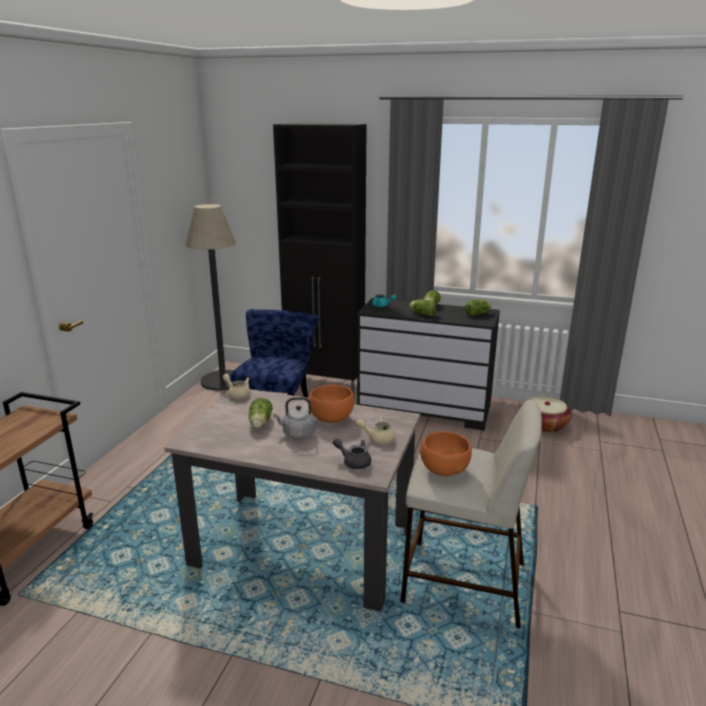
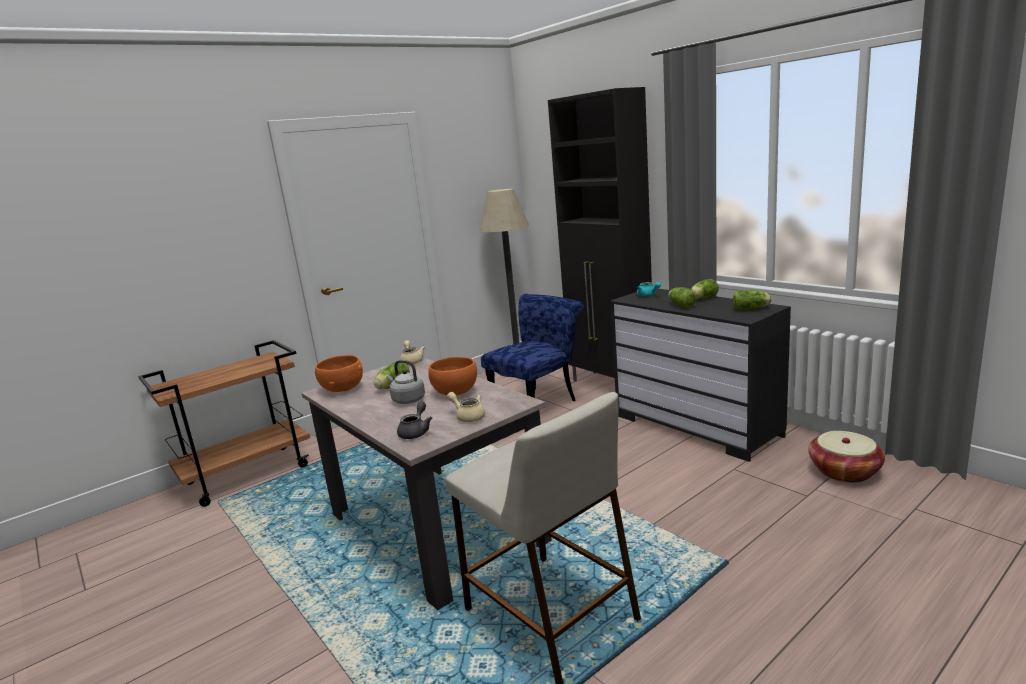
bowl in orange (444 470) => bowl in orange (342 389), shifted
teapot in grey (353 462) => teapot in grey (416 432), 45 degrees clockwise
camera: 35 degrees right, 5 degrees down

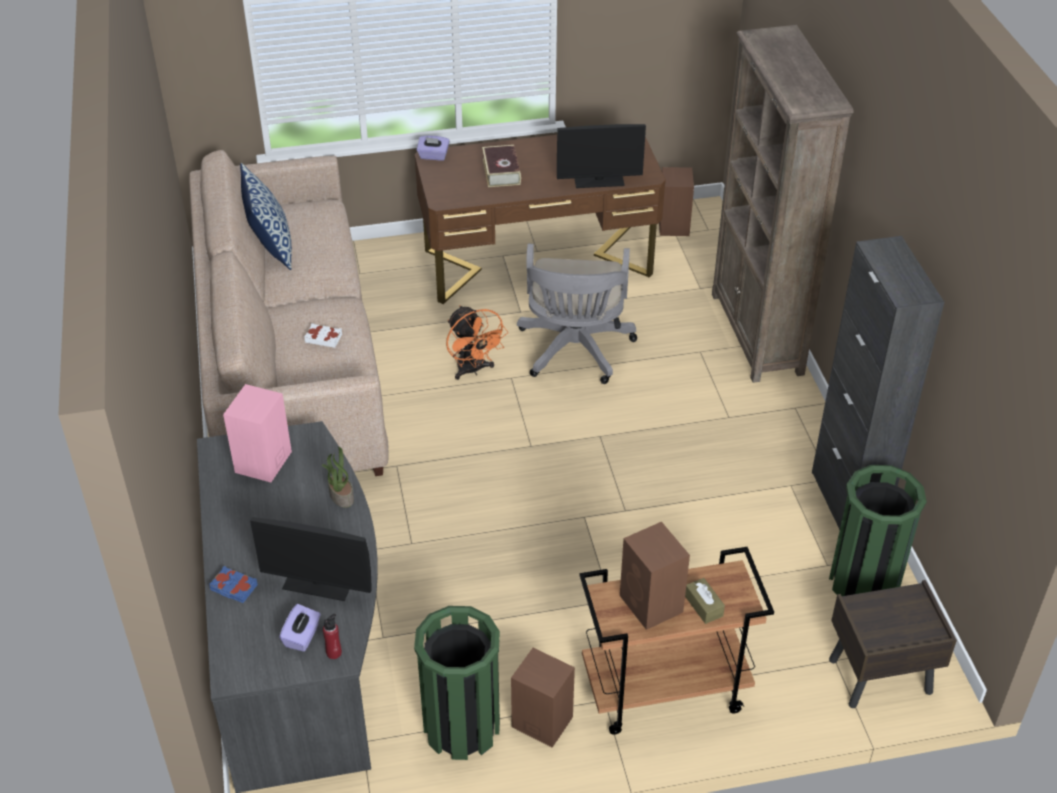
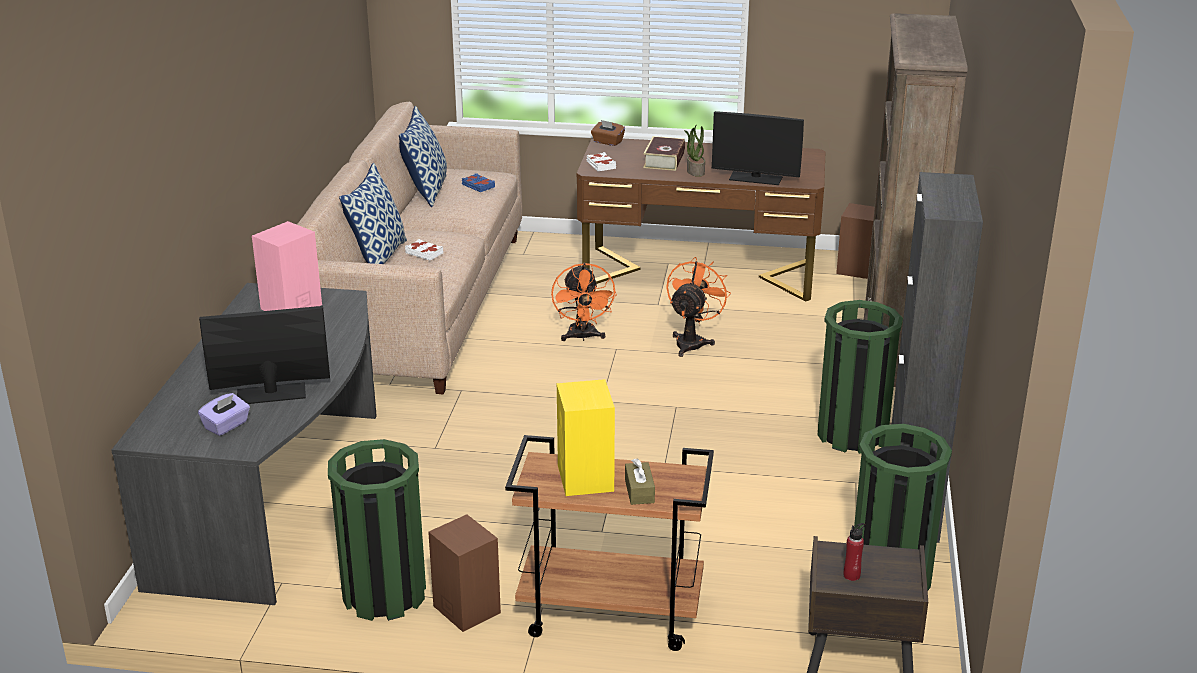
nothing => pillow (377 257)
nothing => book in white (600 165)
nothing => trash can in green (852 434)
book in blue (233 588) => book in blue (478 186), shifted
potted plant (341 496) => potted plant (695 171), shifted
bottle in red (334 653) => bottle in red (851 575), shifted
office chair in grey (574 352) => fan in orange (692 341)
tissue box in purple (433 156) => tissue box in brown (607 142)
speaker in brown (652 605) => speaker in yellow (585 479)
monitor (318 583) => monitor (271 394), 135 degrees clockwise
camera: 20 degrees right, 15 degrees down

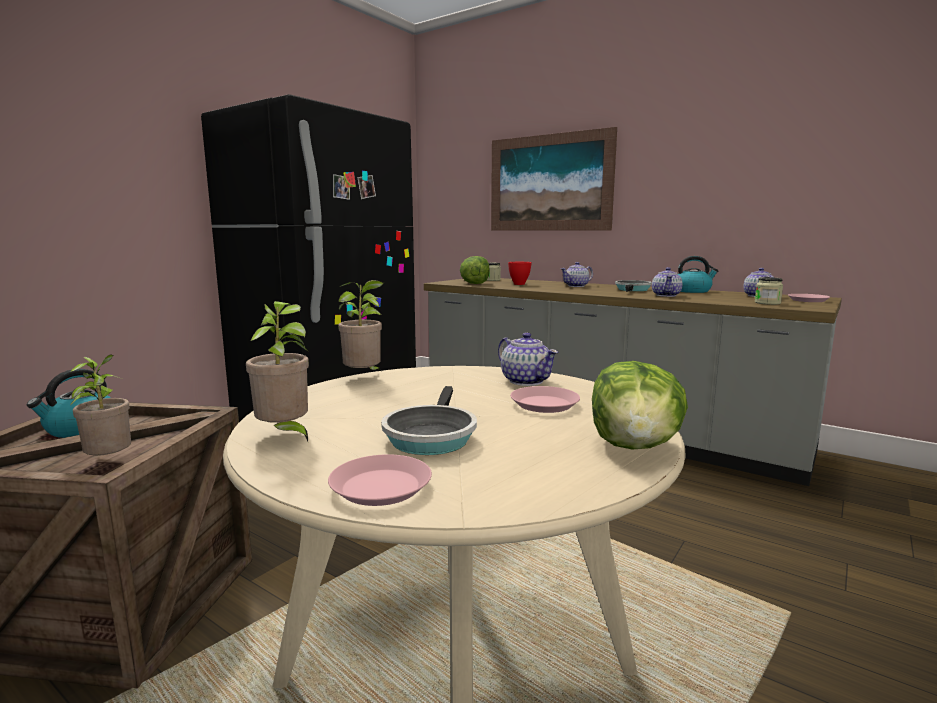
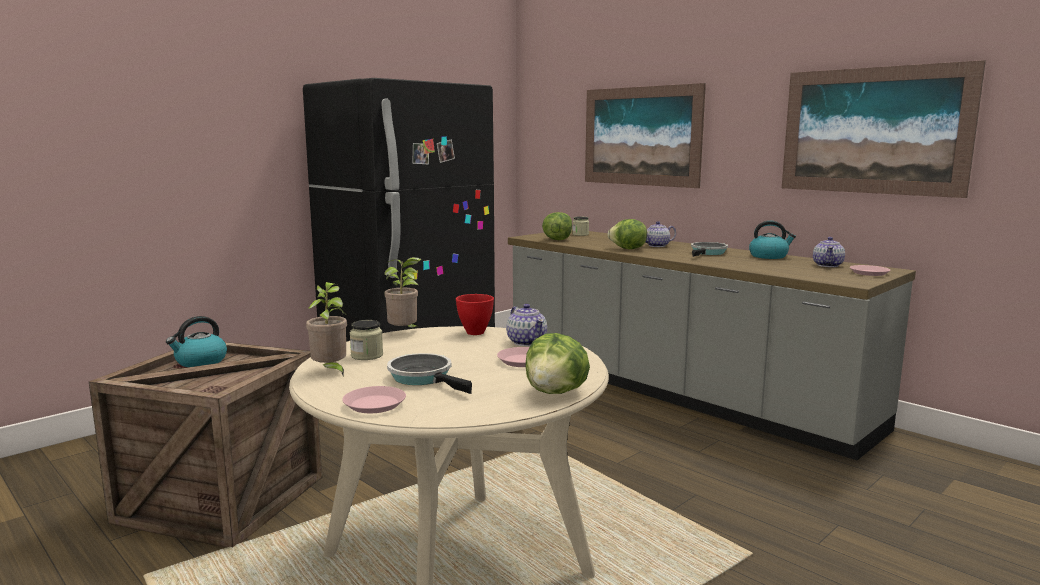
potted plant (109 462) => nothing
teapot (666 295) => nothing
nothing => lettuce (628 249)
nothing => picture (873 131)
bowl in red (519 284) => bowl in red (476 332), shifted
jar (767 303) => jar (367 355), shifted
frying pan (430 436) => frying pan (424 378), 120 degrees clockwise
camera: 10 degrees right, 0 degrees up

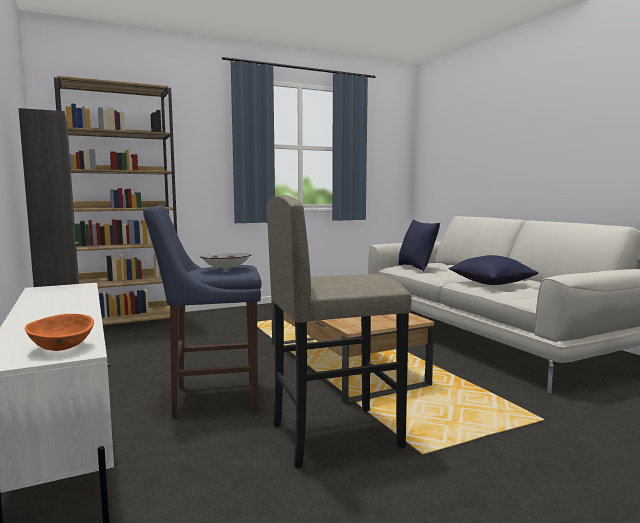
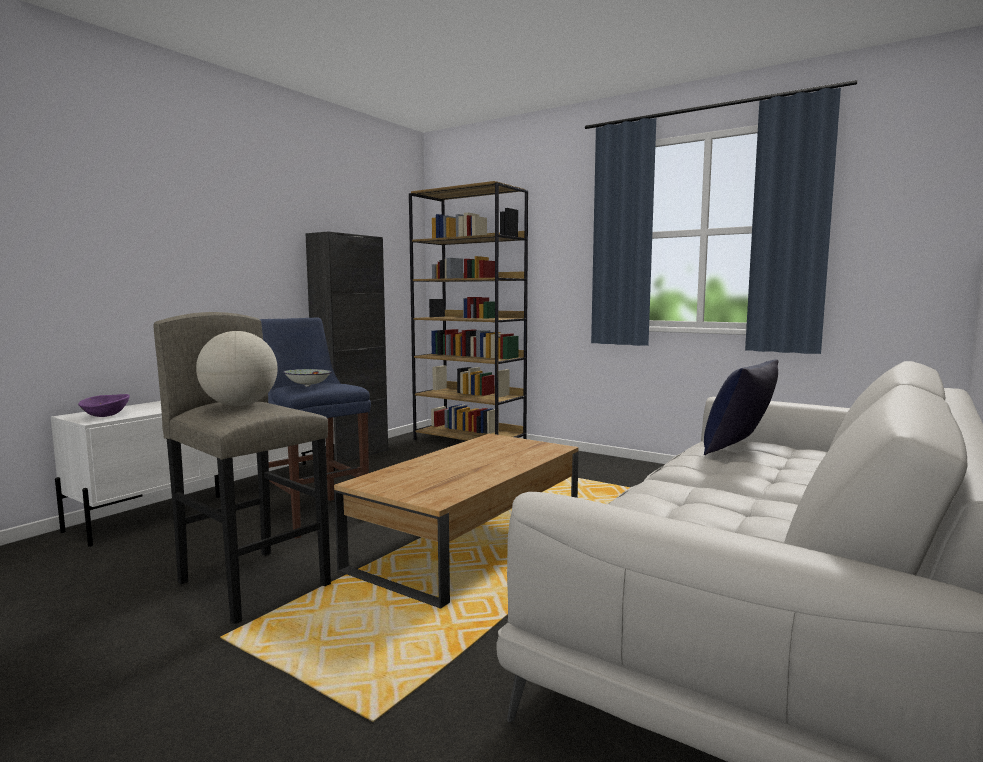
pillow in blue (491 283) => nothing
nothing => globe (239 405)
bowl in orange (62 348) => bowl in purple (106 416)
camera: 60 degrees right, 0 degrees up

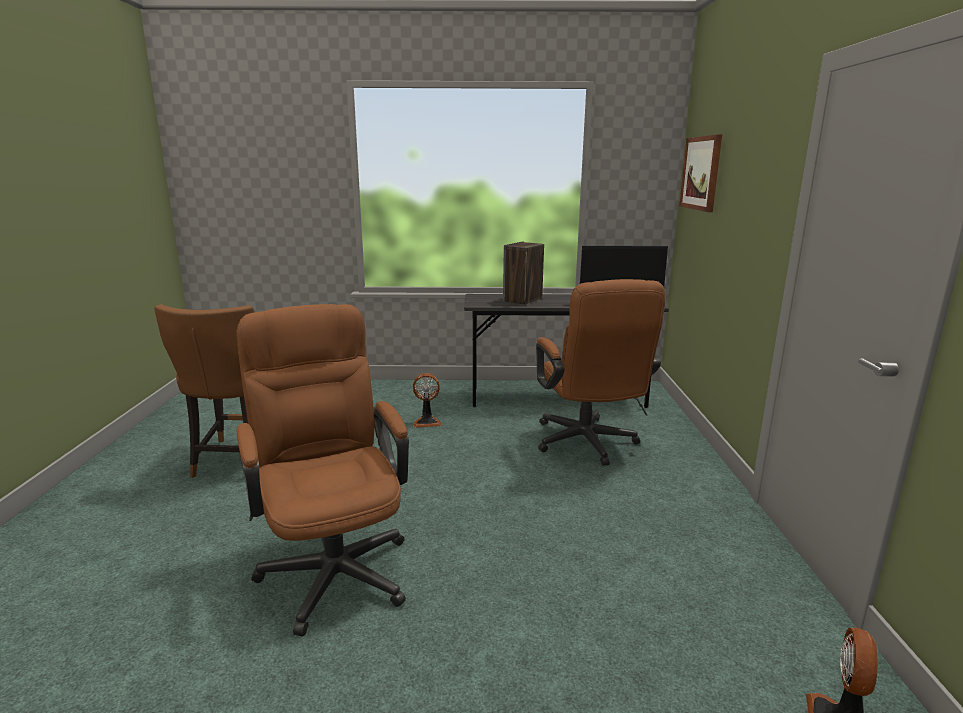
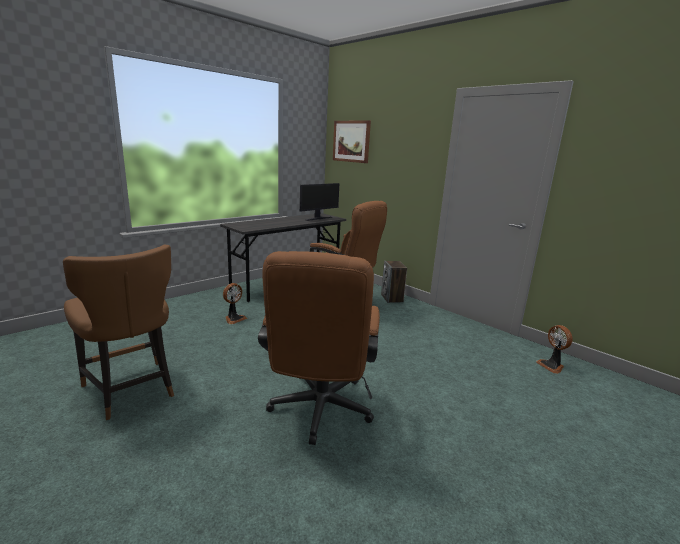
speaker (522 300) => speaker (392 298), shifted
office chair in brown (333 564) => office chair in brown (319 412), 105 degrees counterclockwise
camera: 45 degrees left, 0 degrees up

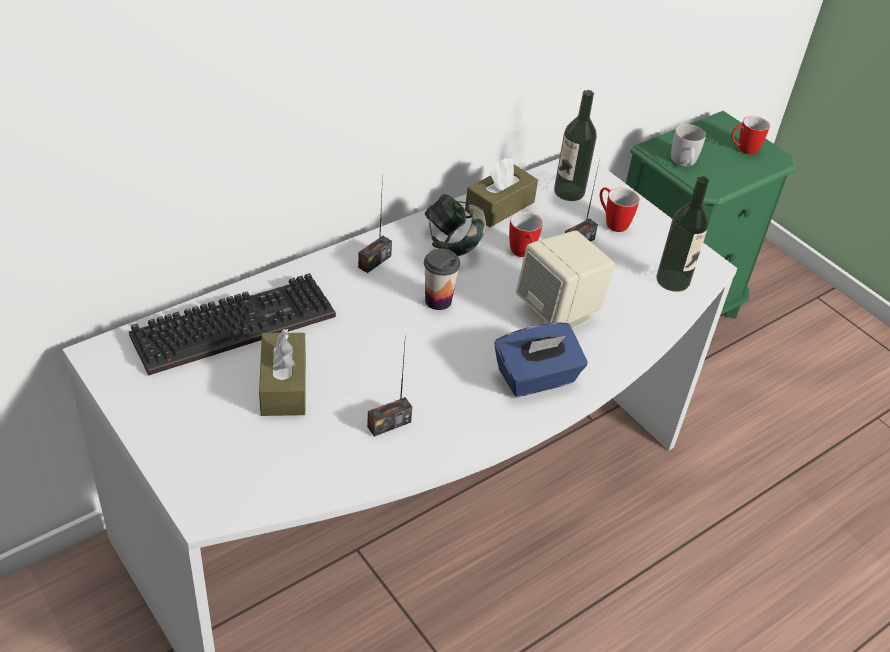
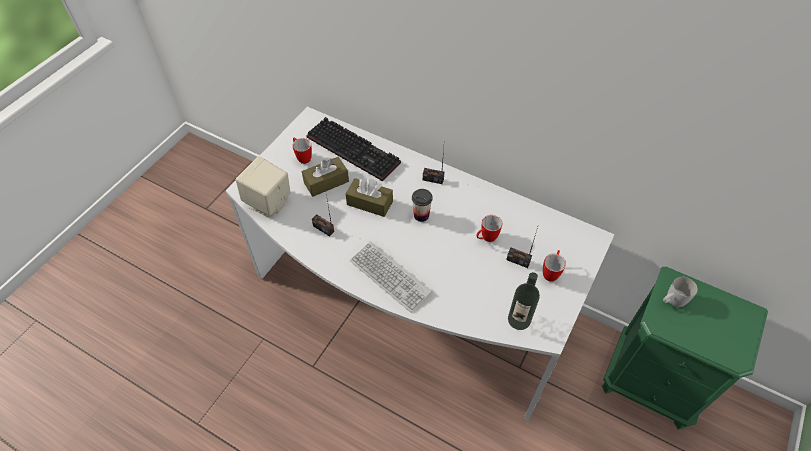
headphones (453 244) => nothing
bottle (569 192) => nothing
tissue box in brown (499 206) => tissue box in brown (370 203), shifted
speaker in beige (558 313) => speaker in beige (269 203), shifted
mug (742 150) => mug (302 157), shifted
tissue box in blue (536 378) => keyboard (390 277)
camera: 70 degrees right, 10 degrees up

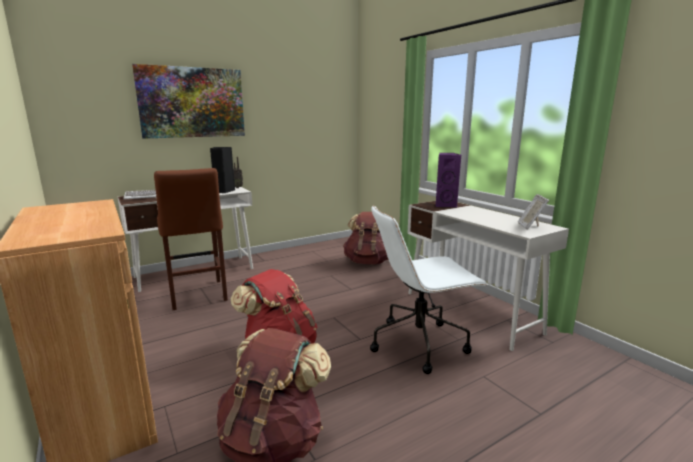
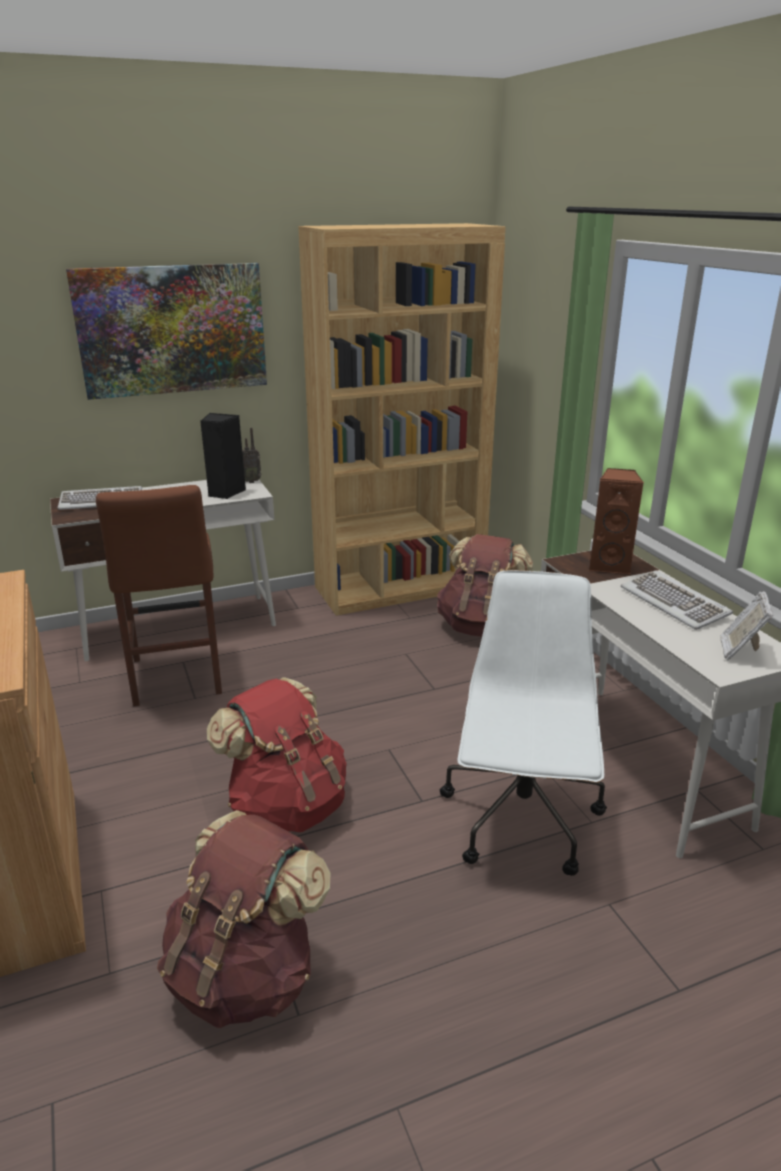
nothing => bookcase in brown (400 588)
nothing => keyboard (675 603)
speaker in purple (445 205) => speaker in brown (610 565)
office chair in white (420 343) => office chair in white (521 821), 105 degrees clockwise
camera: 10 degrees right, 10 degrees up

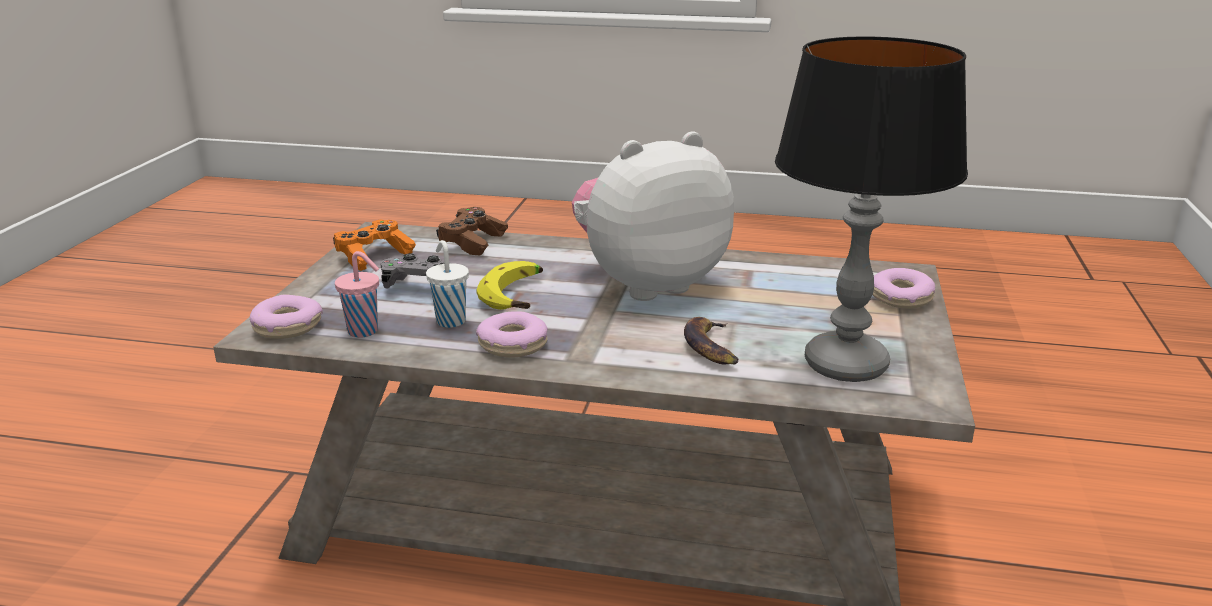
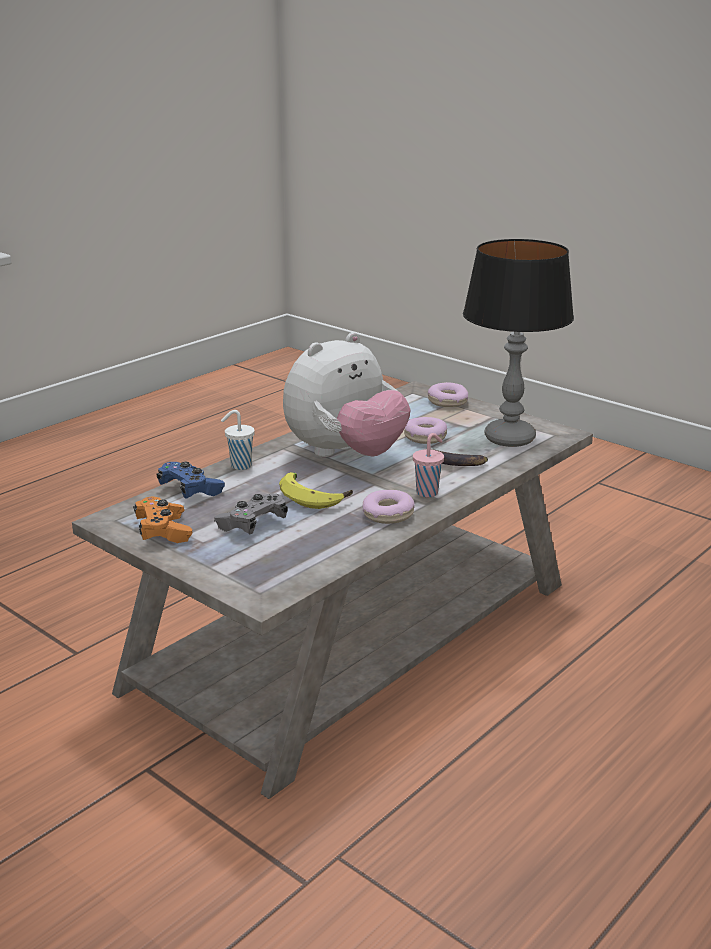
donut (288 327) => donut (425 437), shifted
cup in pink (364 331) => cup in pink (428 492), shifted
cup in white (450 321) => cup in white (239 466), shifted
game controller in brown (473 242) => game controller in blue (190 490)
plush toy (648 284) => plush toy (345 455), 135 degrees counterclockwise
camera: 60 degrees left, 0 degrees up

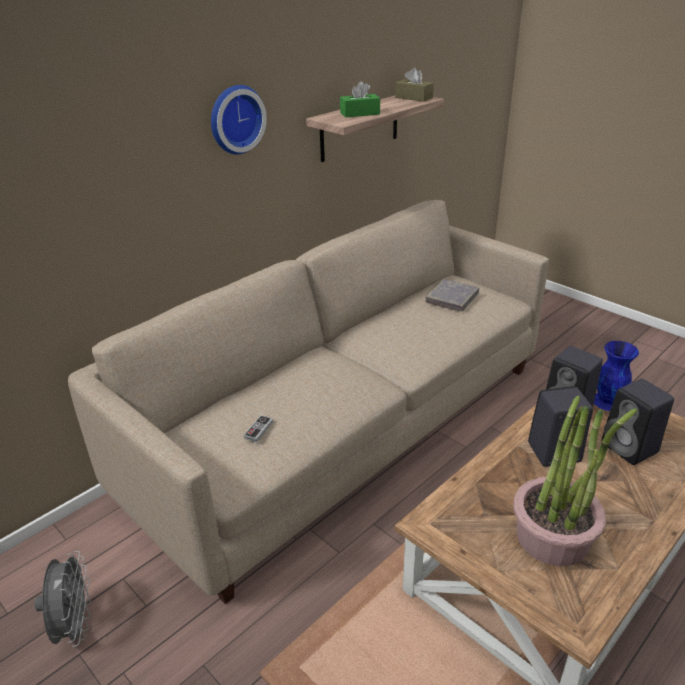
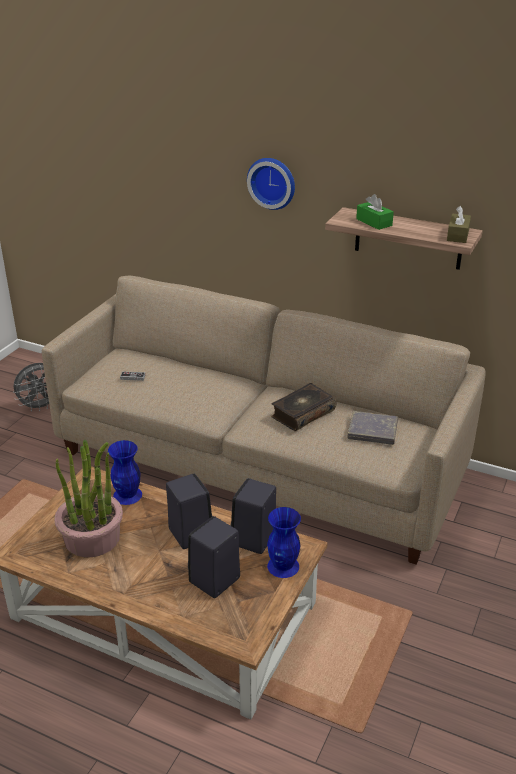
nothing => vase in blue (127 495)
nothing => book (302 413)
camera: 70 degrees right, 0 degrees up

